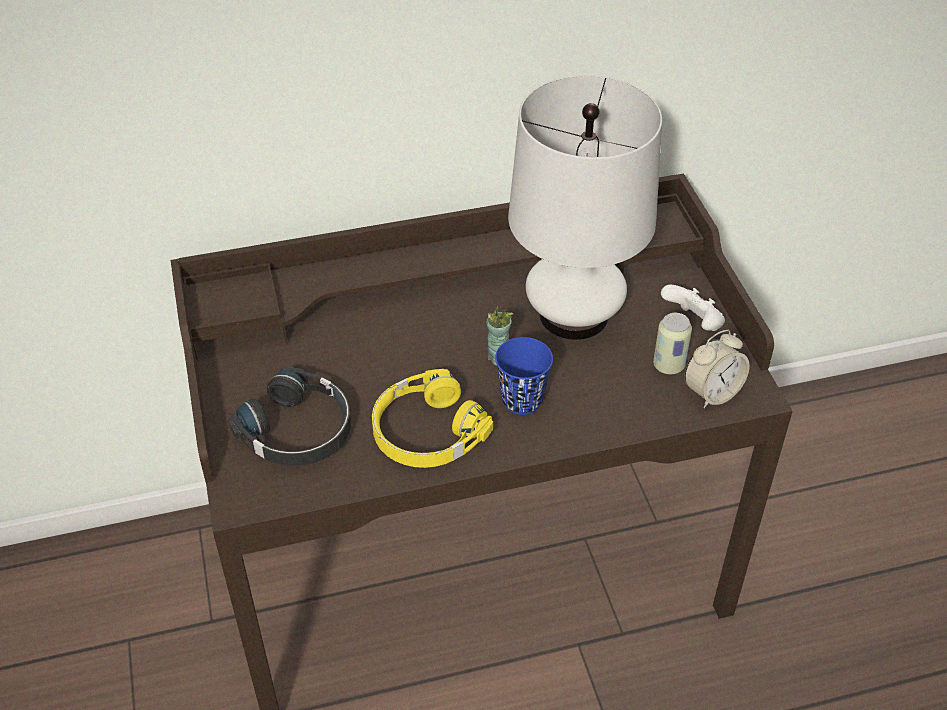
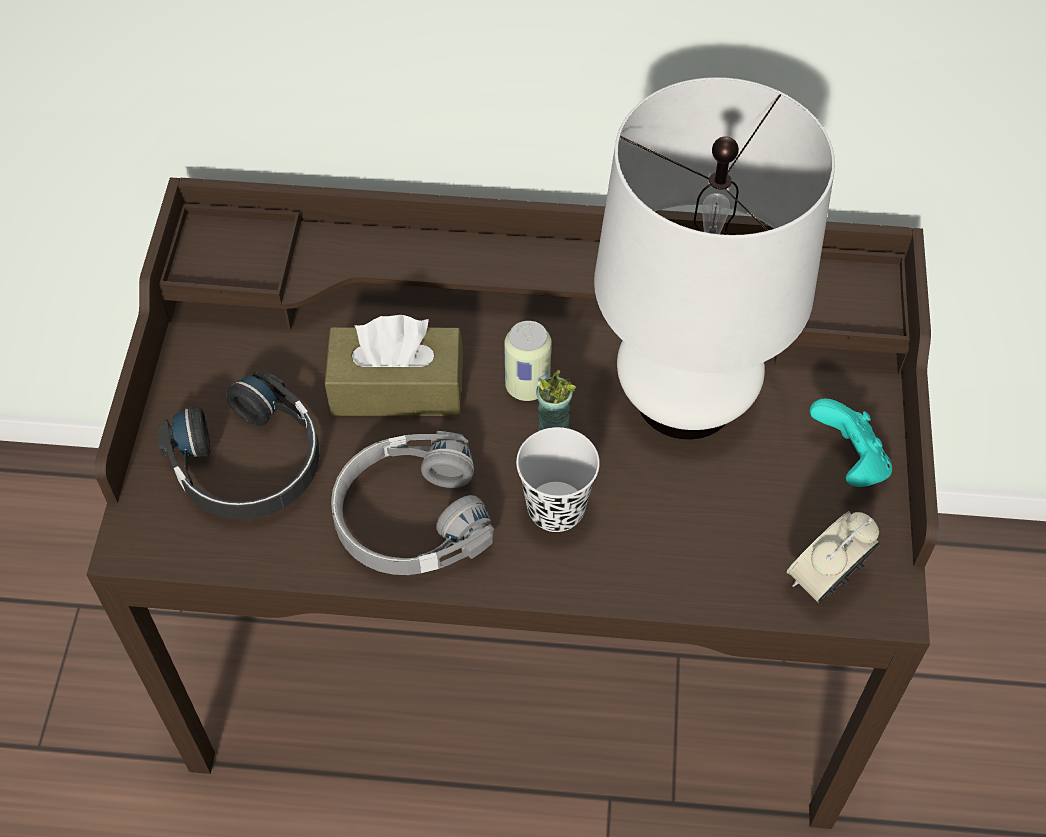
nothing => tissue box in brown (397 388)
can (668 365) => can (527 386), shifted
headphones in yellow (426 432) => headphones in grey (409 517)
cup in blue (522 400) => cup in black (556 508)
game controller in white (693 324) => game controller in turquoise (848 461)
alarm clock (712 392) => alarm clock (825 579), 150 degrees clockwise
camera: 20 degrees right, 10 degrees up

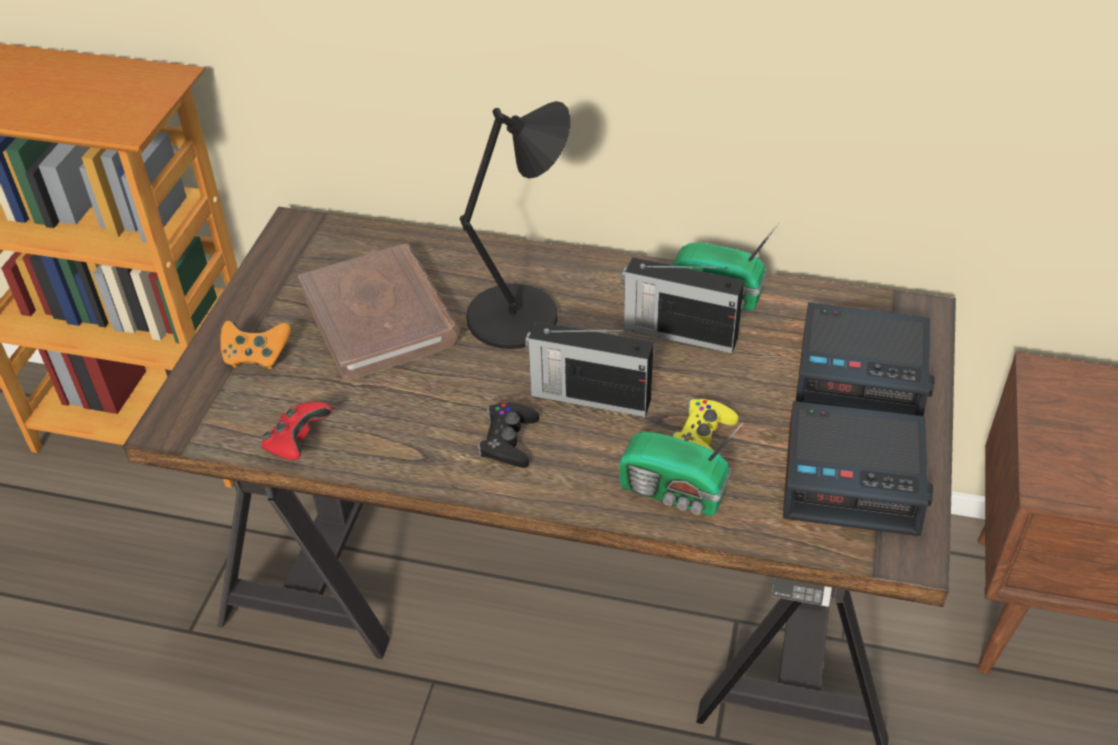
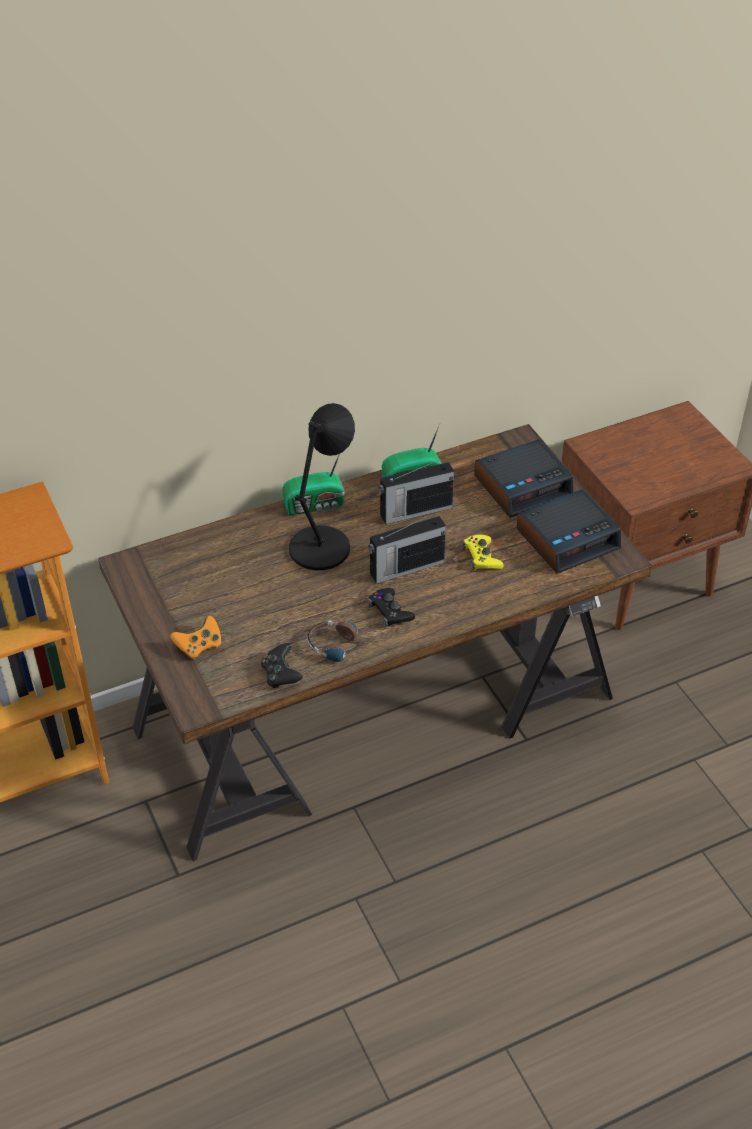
book in brown (380 317) => nothing
nothing => headphones (340 647)
radio (675 492) => radio (316 505), shifted
game controller in red (297 443) => game controller in black (281 675)
camera: 40 degrees left, 0 degrees up

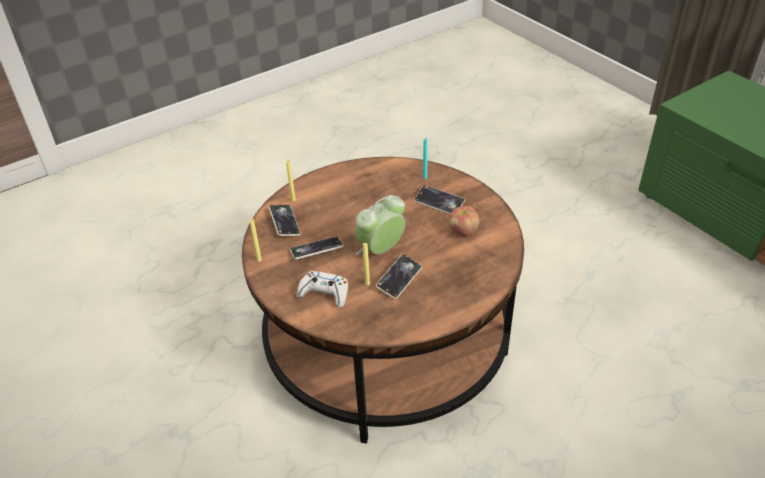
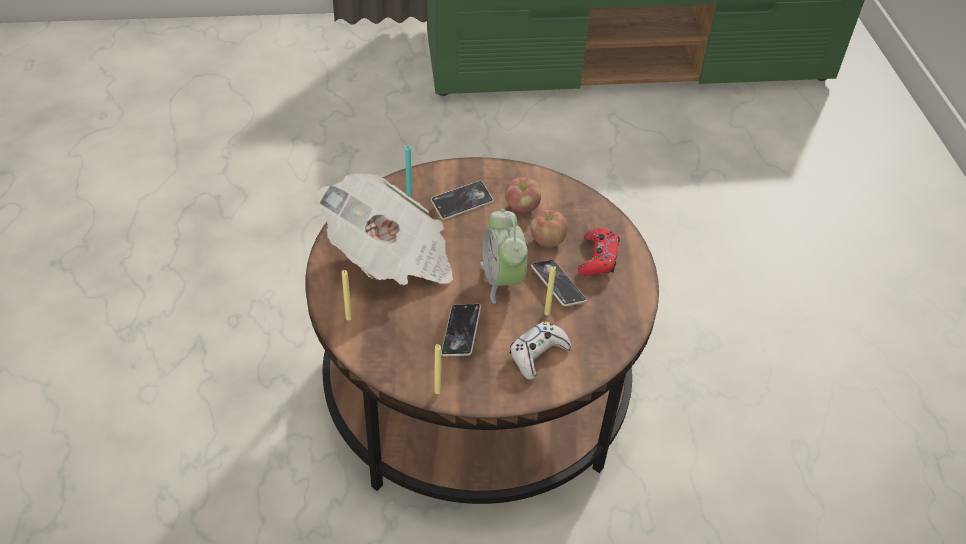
phone (284 223) => nothing
nothing => newspaper (391 257)
nothing => apple (547 240)
nothing => game controller in red (598 258)
camera: 65 degrees left, 5 degrees up

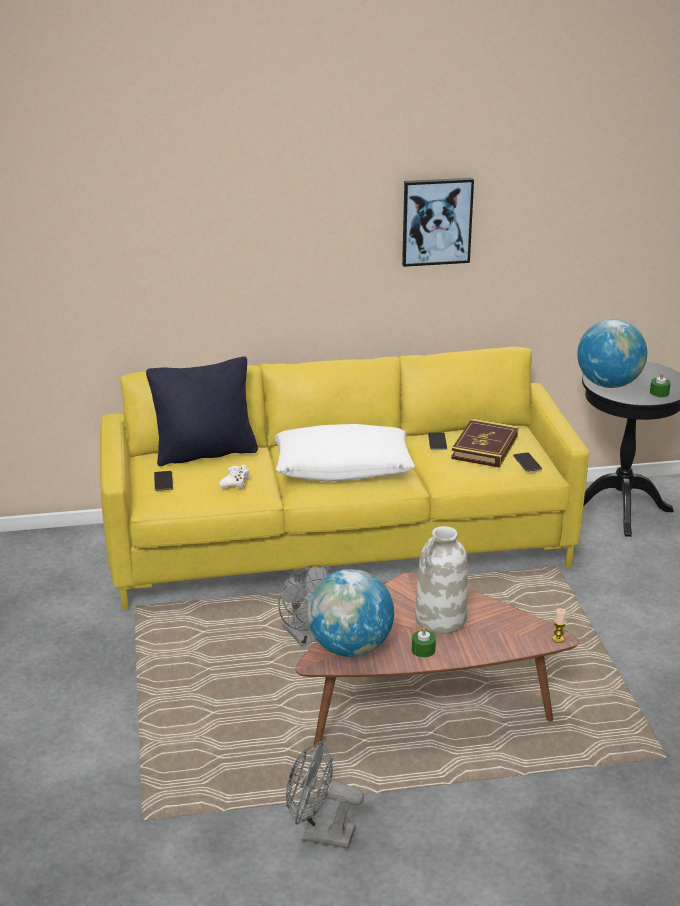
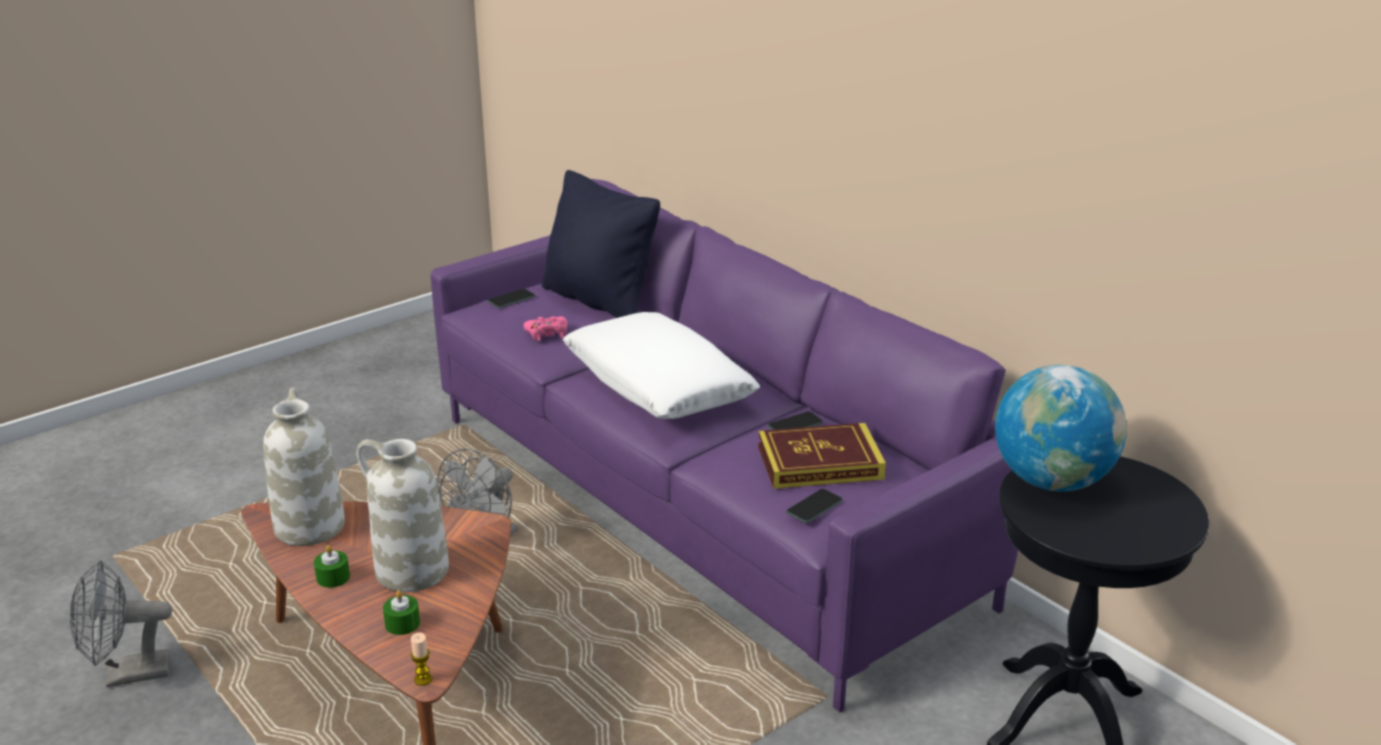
picture (436 221) => nothing
candle in green (659 393) => candle in green (402 624), shifted
globe (350 648) => vase in white (309 526)
sofa in yellow (340 549) => sofa in purple (693 507)
game controller in white (235 482) => game controller in pink (547 334)
fan in grey (319 834) => fan in grey (127 674), 90 degrees counterclockwise
camera: 60 degrees right, 0 degrees up

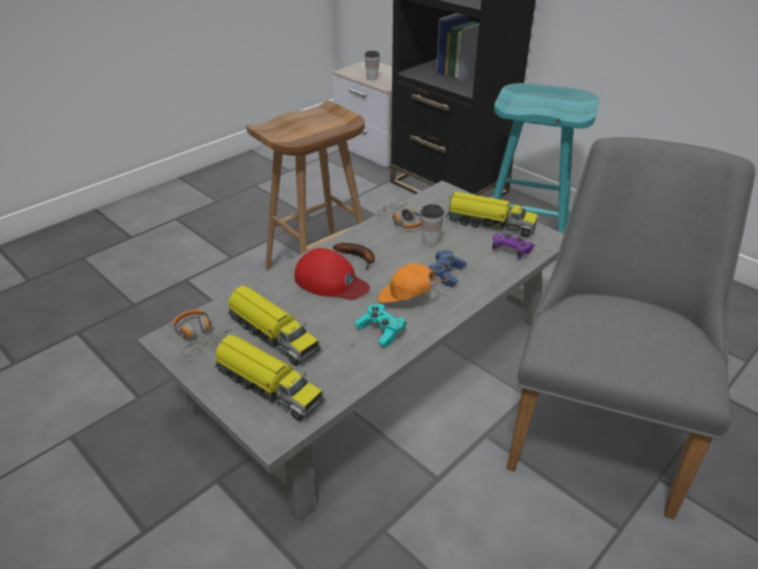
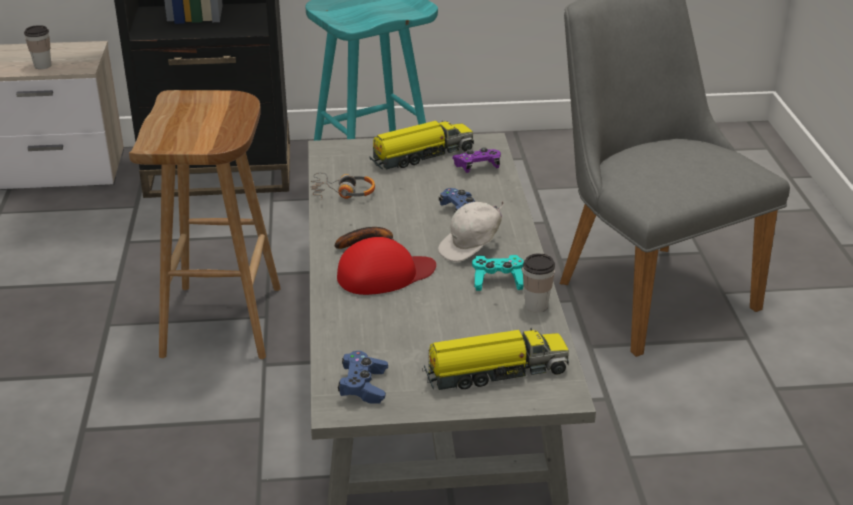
toy truck (273 334) => nothing
cup (430 241) => cup (536 306), shifted
headphones (198 337) => game controller in blue (363 386)
cap in orange (407 299) => cap in white (472 248)
camera: 50 degrees left, 5 degrees down

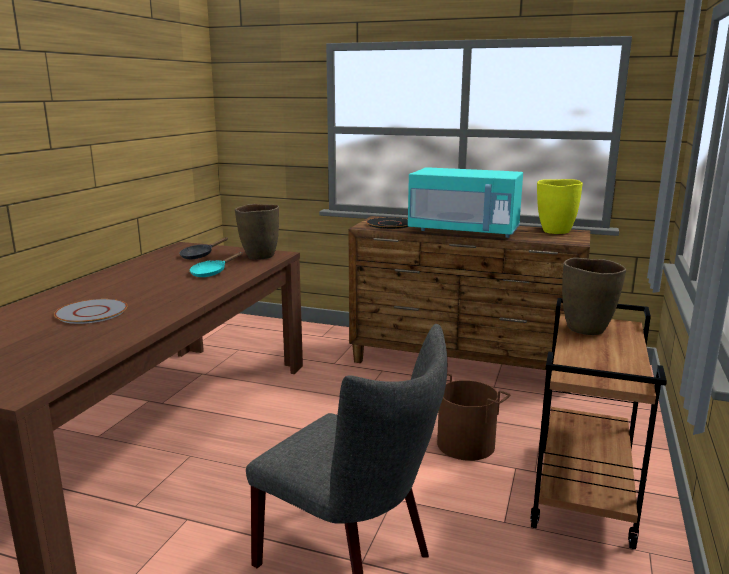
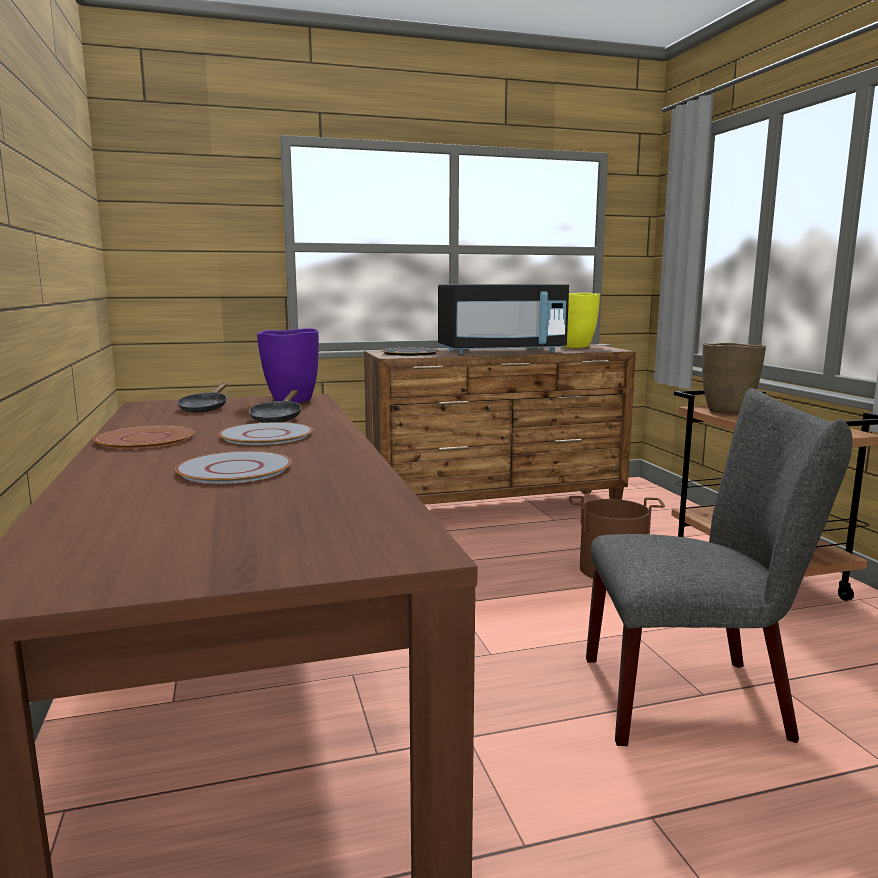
nothing => plate in brown (146 439)
nothing => plate in grey (265 435)
frying pan in turquoise (211 273) => frying pan in black (278 418)
vase in brown (259 256) => vase in purple (291 400)
microwave in turquoise (464 231) => microwave in black (501 351)
camera: 35 degrees left, 5 degrees down

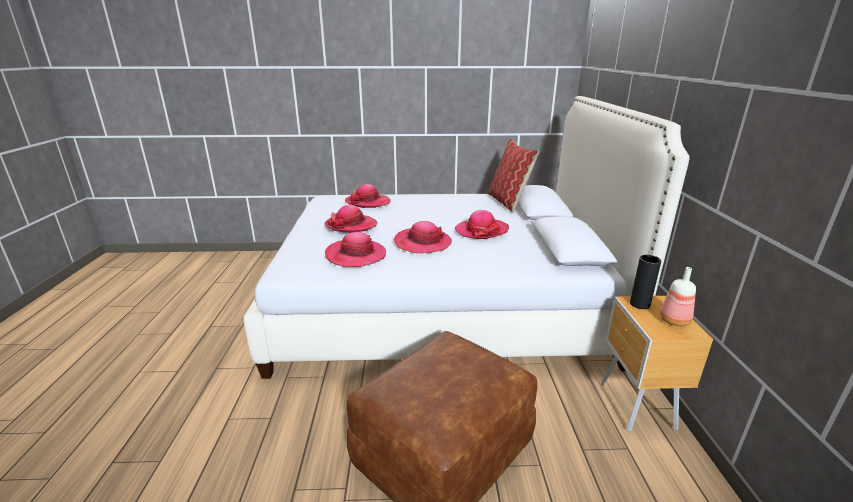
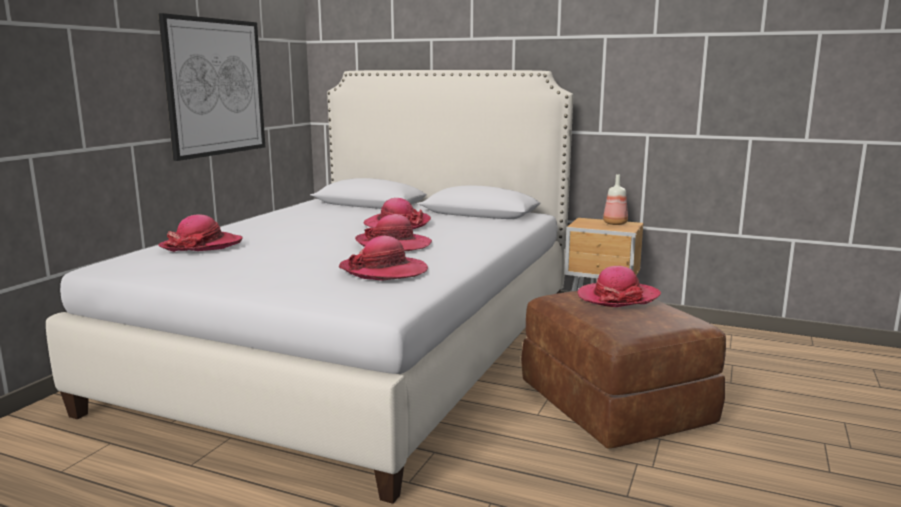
pillow (508 202) => nothing
vase in black (639 304) => nothing
nothing => picture (215 87)
hat (351 225) => hat (618 297), shifted
camera: 65 degrees left, 10 degrees down

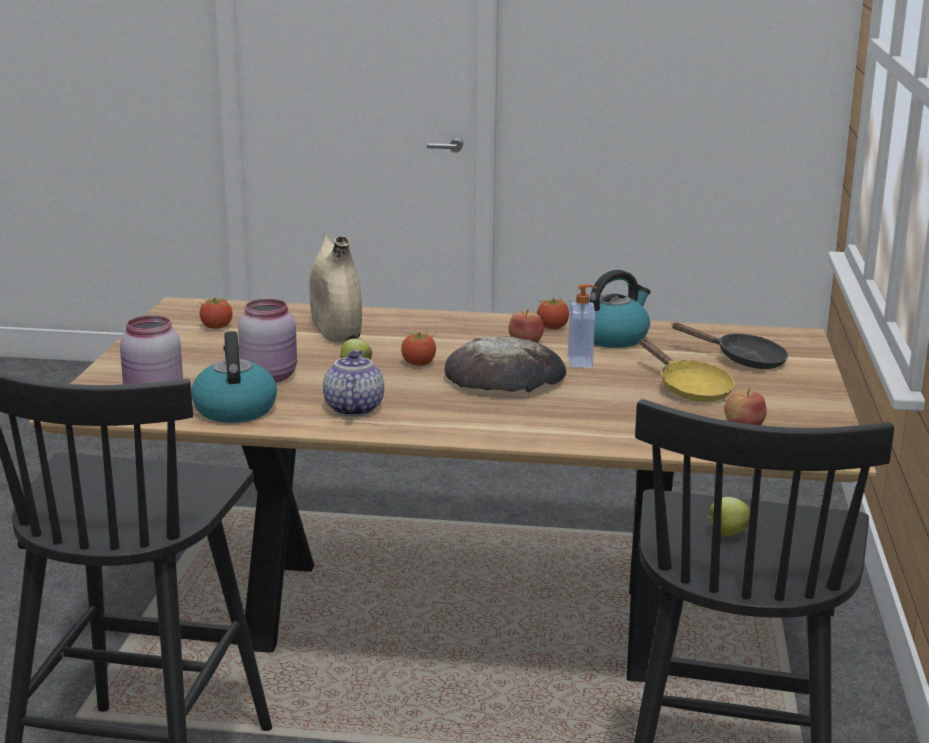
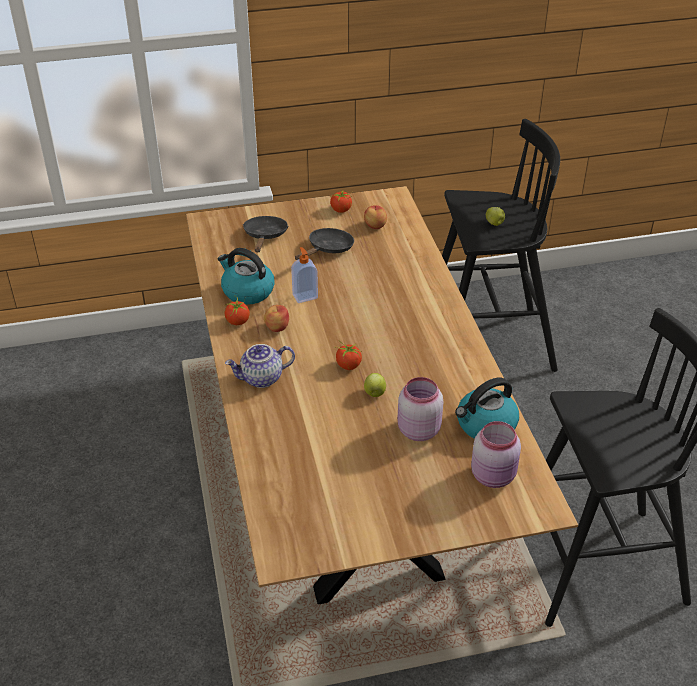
vase in beige (336 331) => nothing
bread (506 377) => nothing
tomato (216 327) => tomato (341 210), shifted
teapot (352 408) => teapot (261 379), shifted
frying pan in yellow (690 389) => frying pan in black (328 249)
camera: 110 degrees left, 20 degrees up

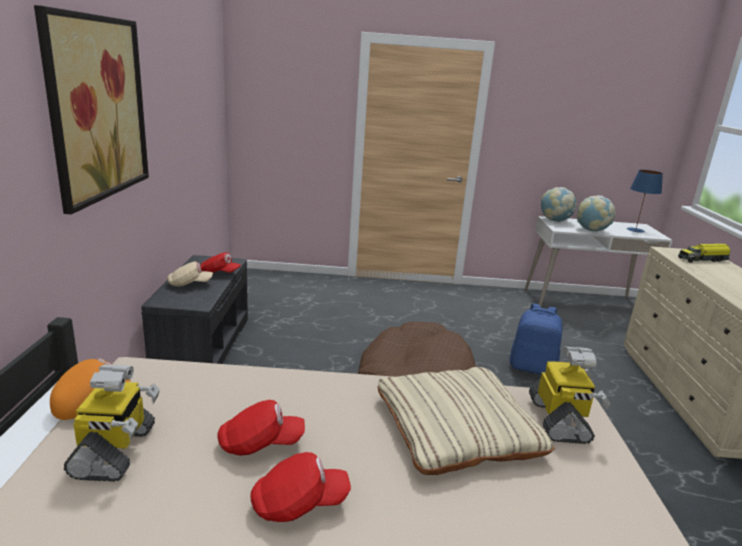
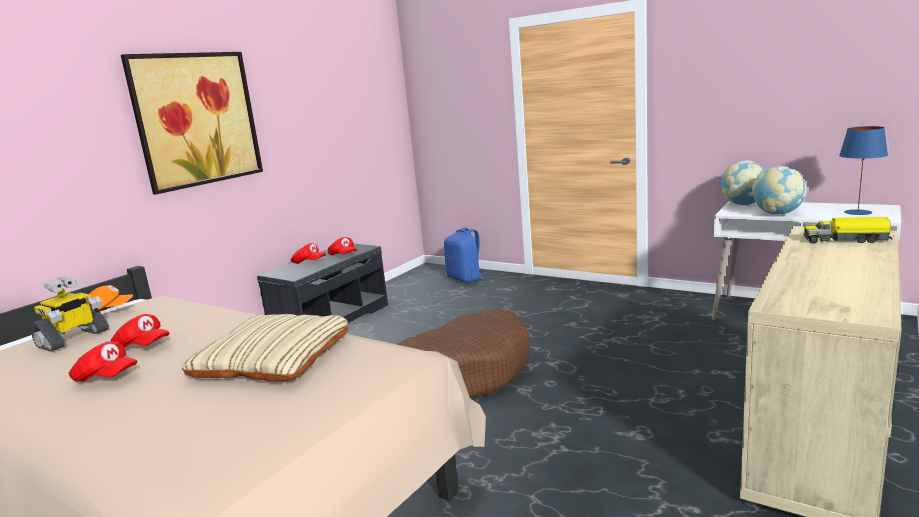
toy robot (560 420) => nothing
backpack in blue (532 368) => backpack in blue (466 278), shifted
cap in beige (190 284) => cap in red (308 262)
camera: 35 degrees right, 5 degrees down

